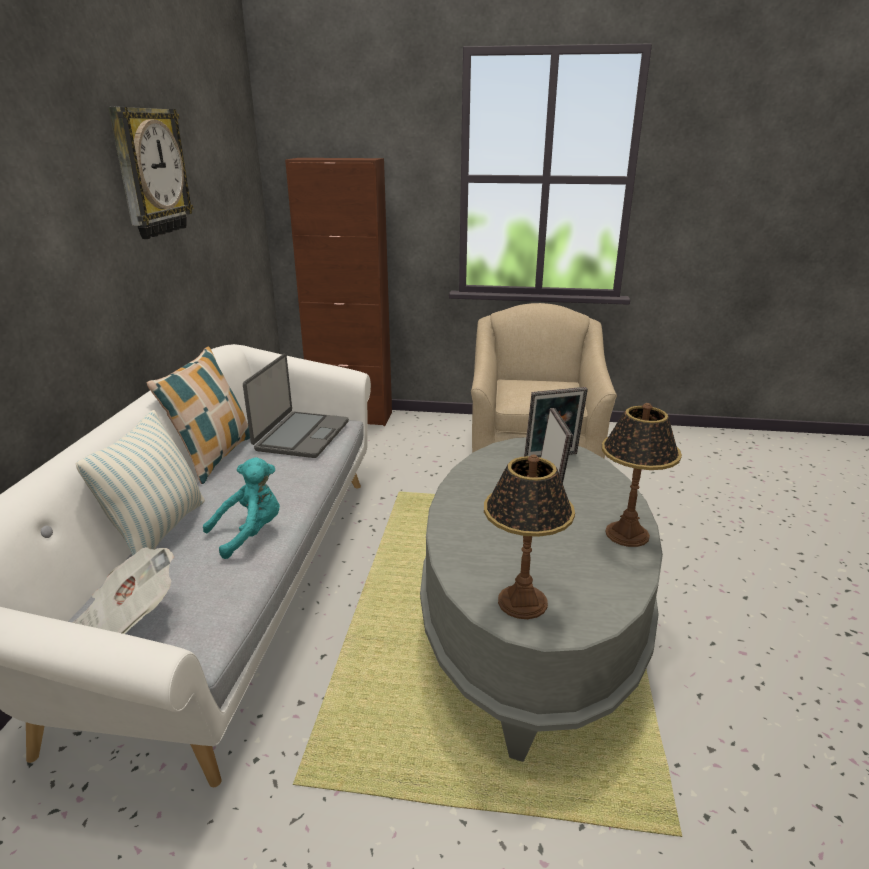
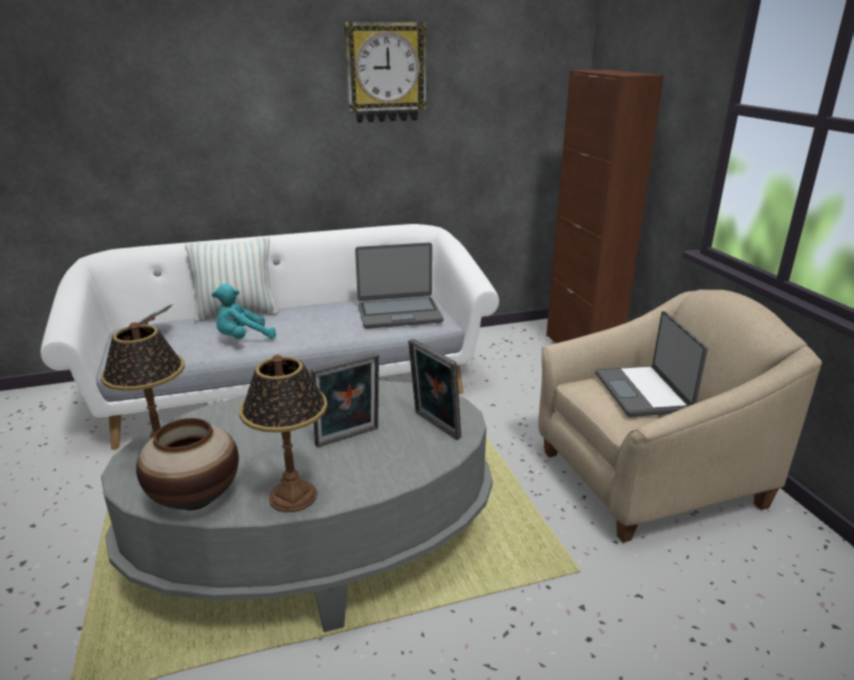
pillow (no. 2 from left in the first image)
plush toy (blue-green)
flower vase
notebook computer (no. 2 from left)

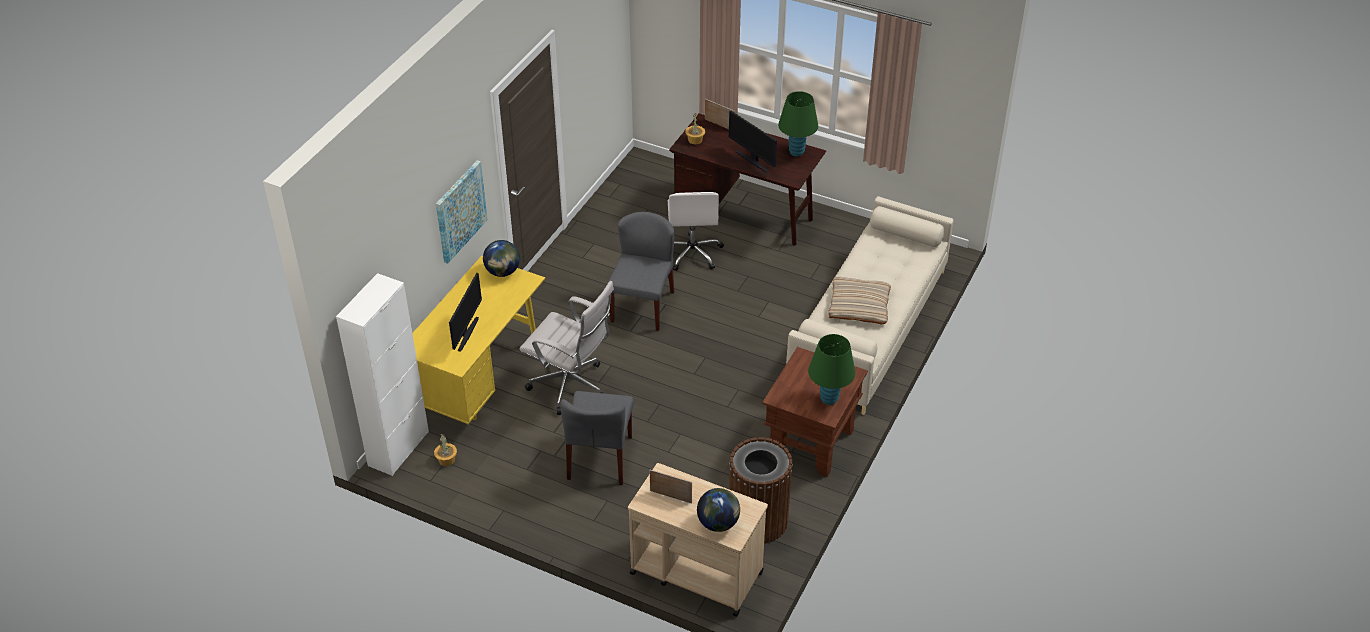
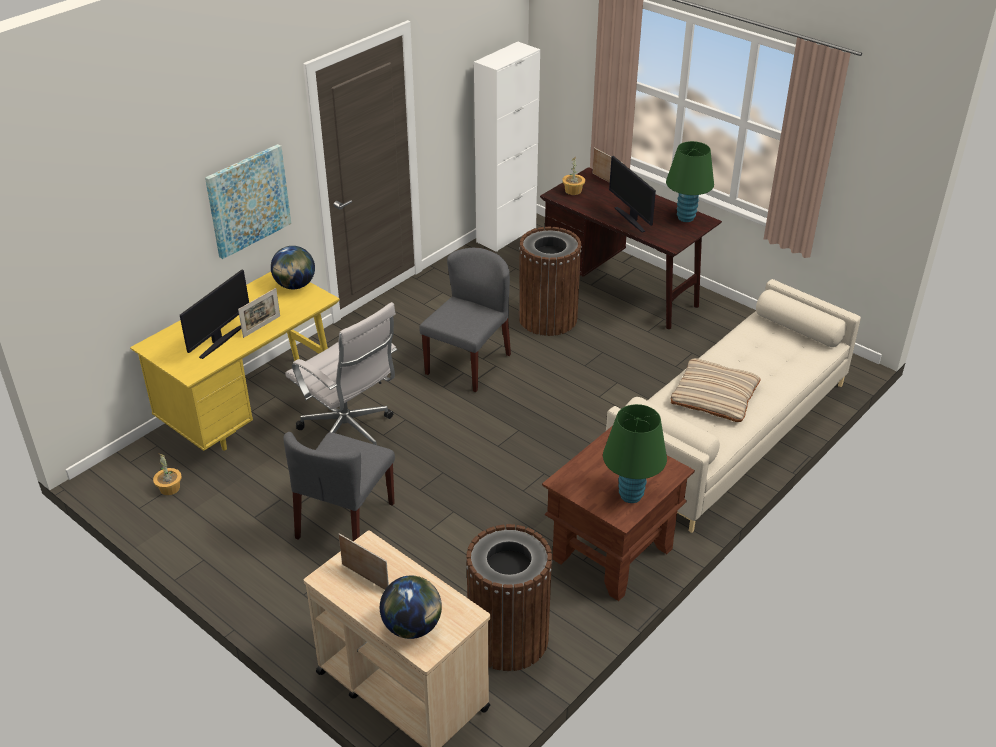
storage cabinet (white)
waste bin (brown-coloured) (no. 2 from left)
photo frame (no. 1 from left)

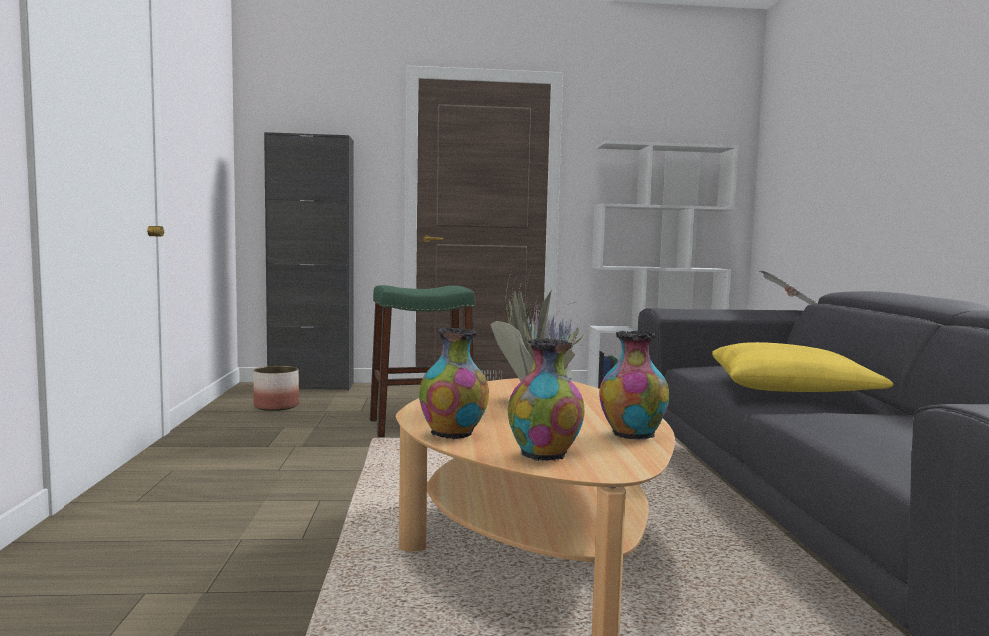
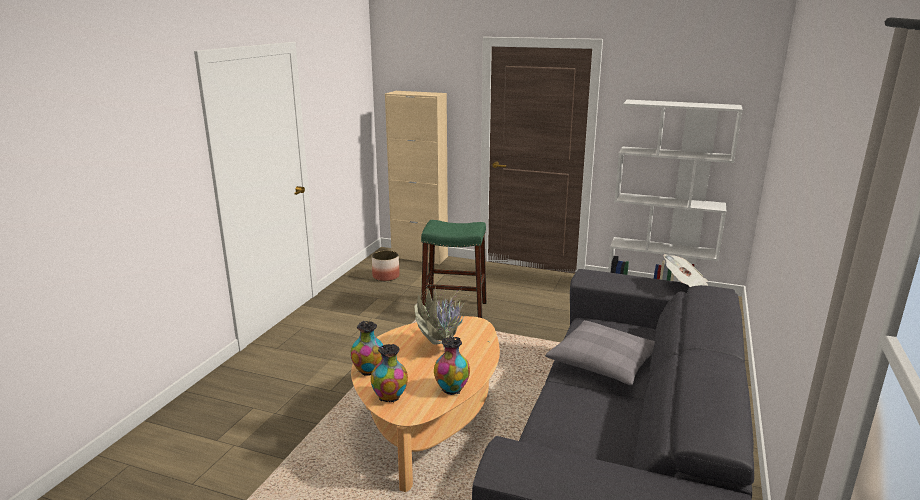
storage cabinet (beige)
pillow (greyish)

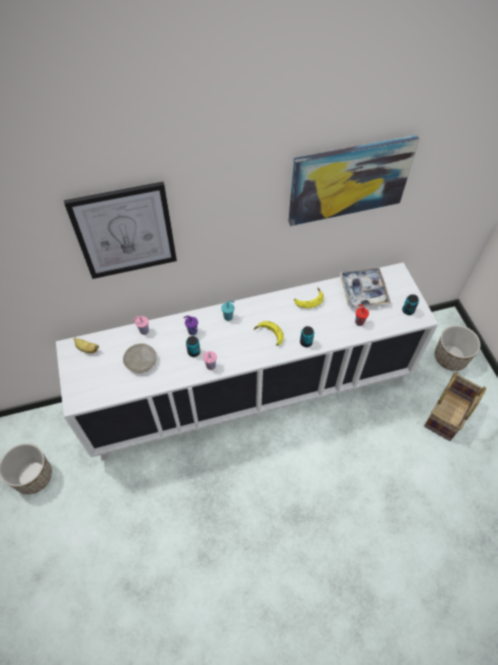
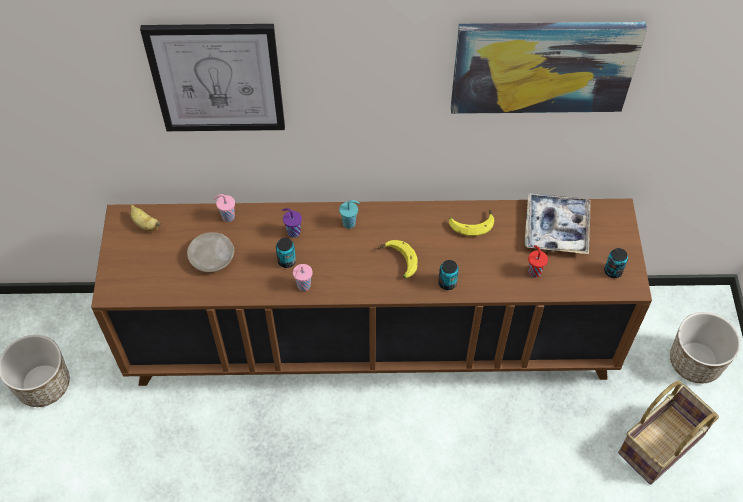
storage cabinet (brown-coloured)

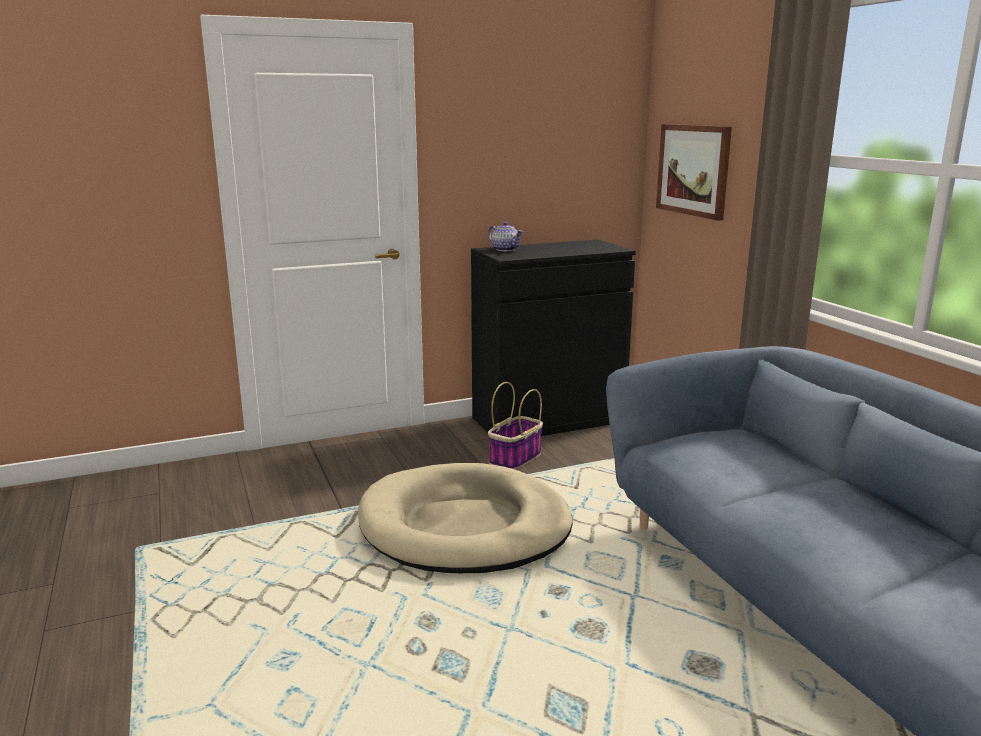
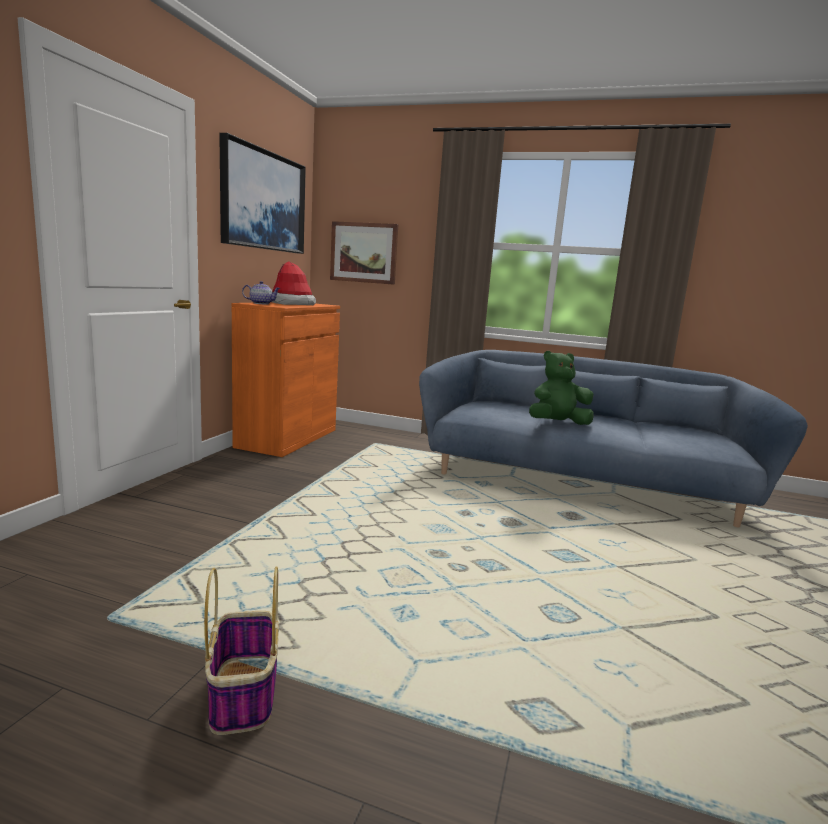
dog cushion (beige)
storage cabinet (orangey)
basket
wall picture (no. 1 from left)
hat
plush toy (greenish)

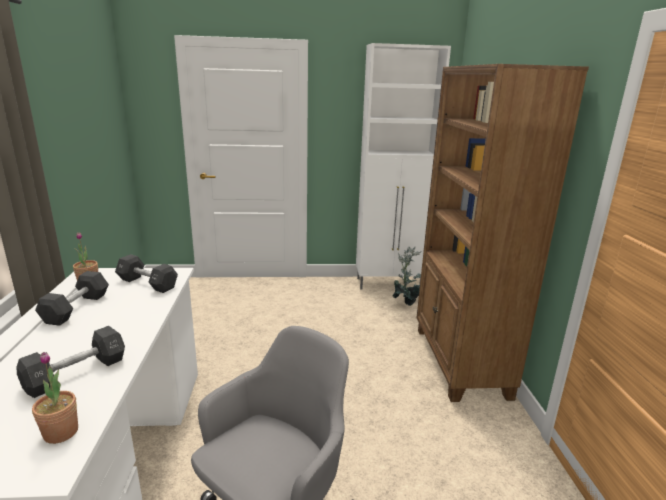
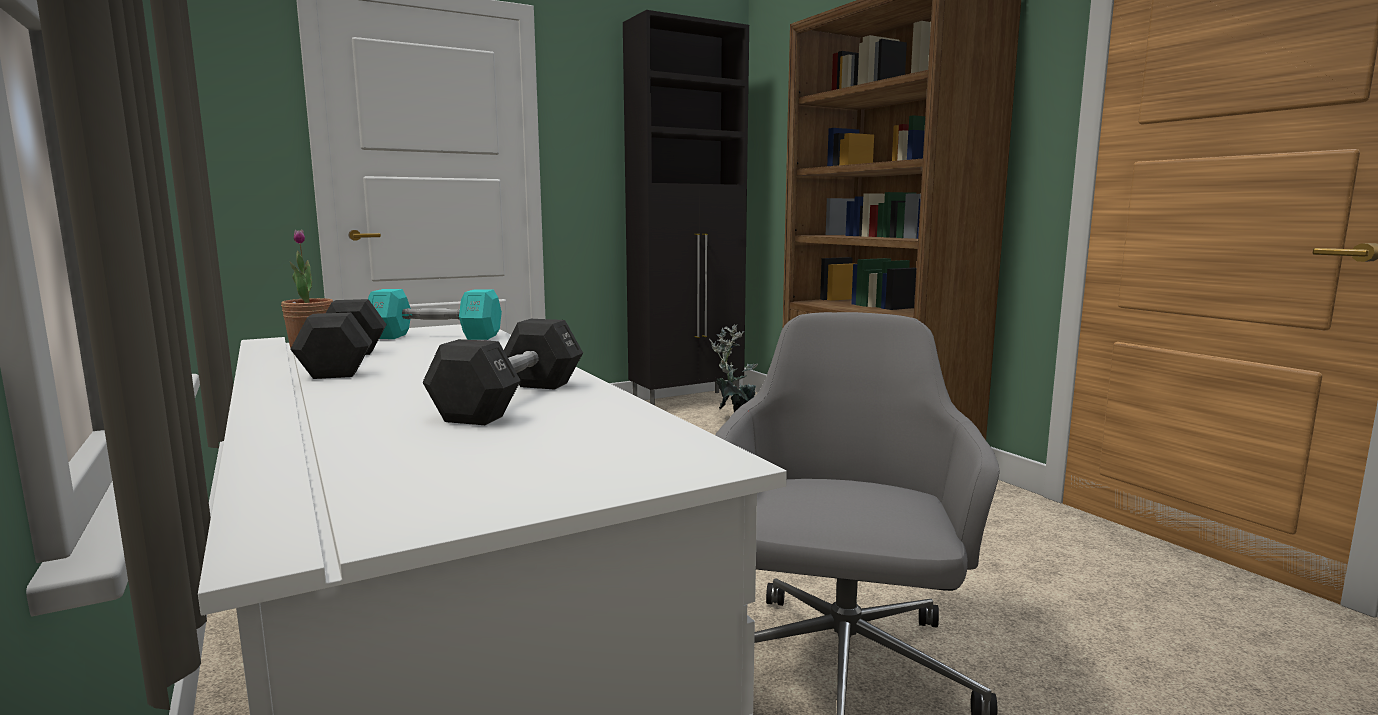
plant in a pot (no. 1 from left in the first image)
hand weight (blue-green)
storage cabinet (blackish)

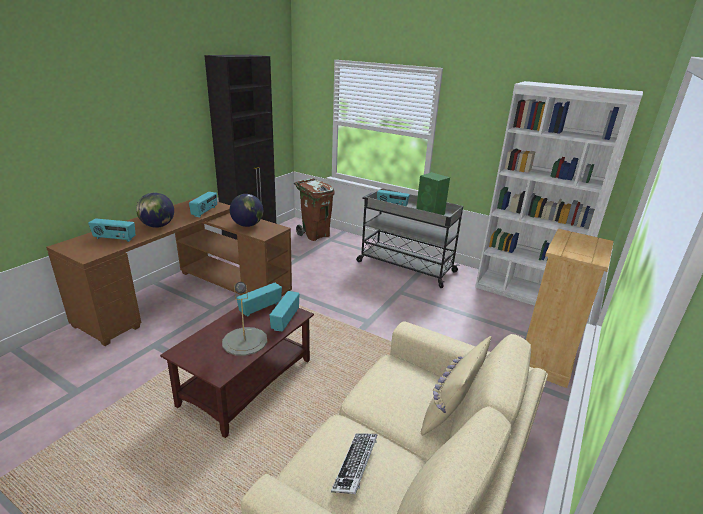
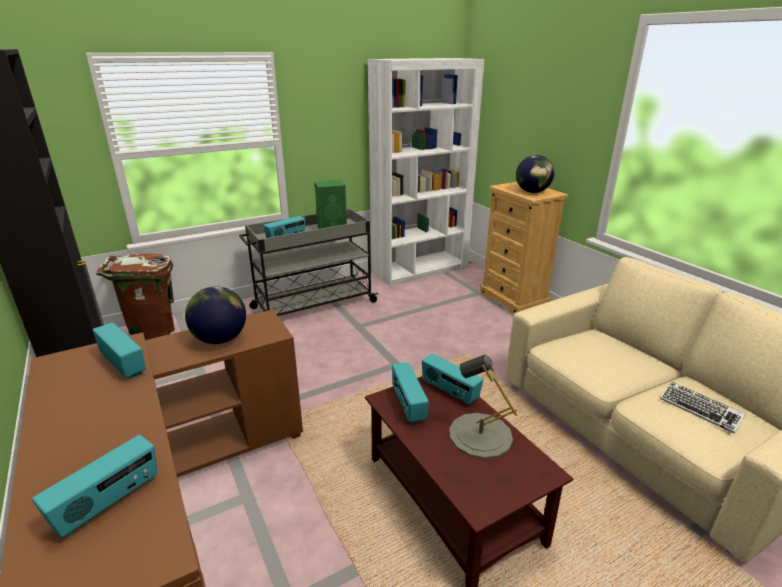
globe (no. 2 from left)
pillow (beige)

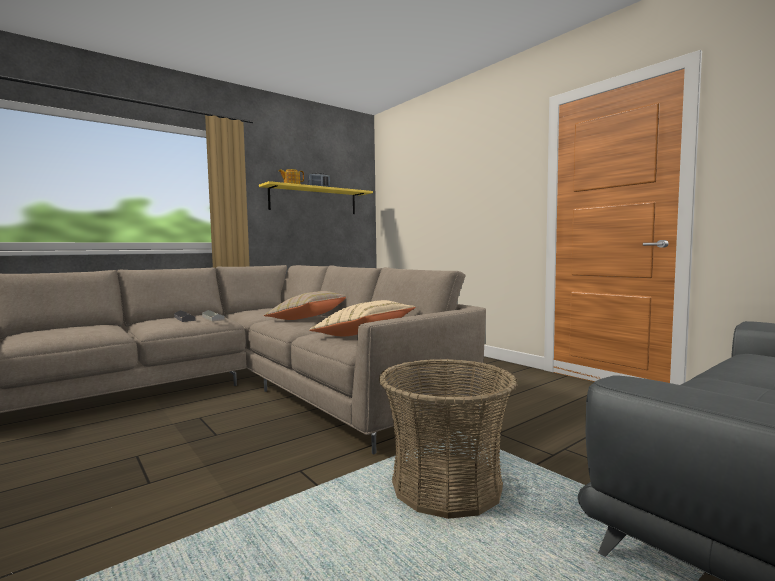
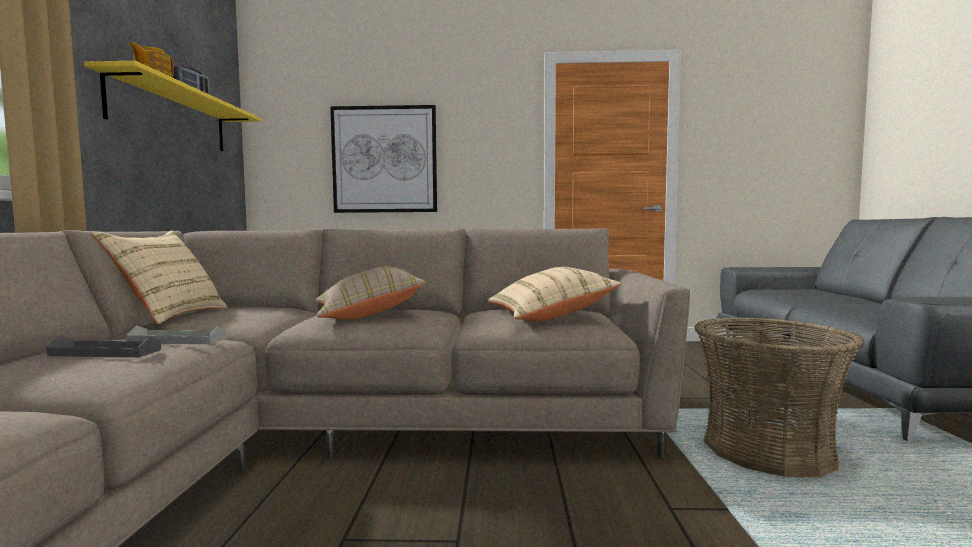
pillow (beige) (no. 1 from left)
wall picture

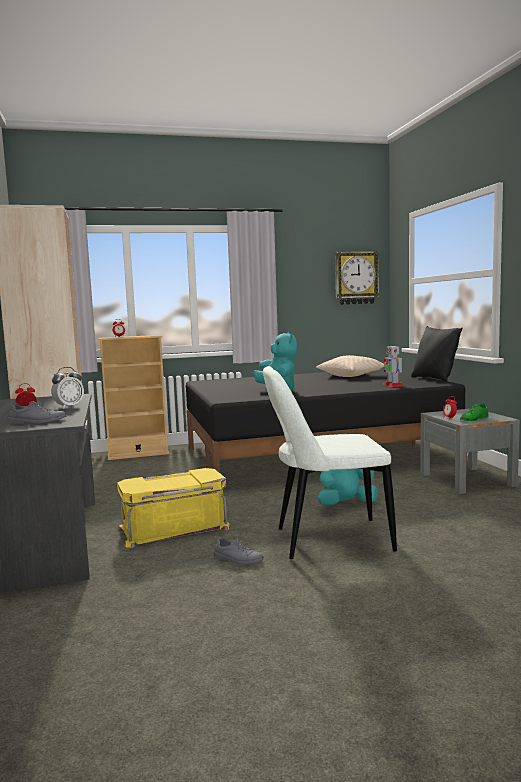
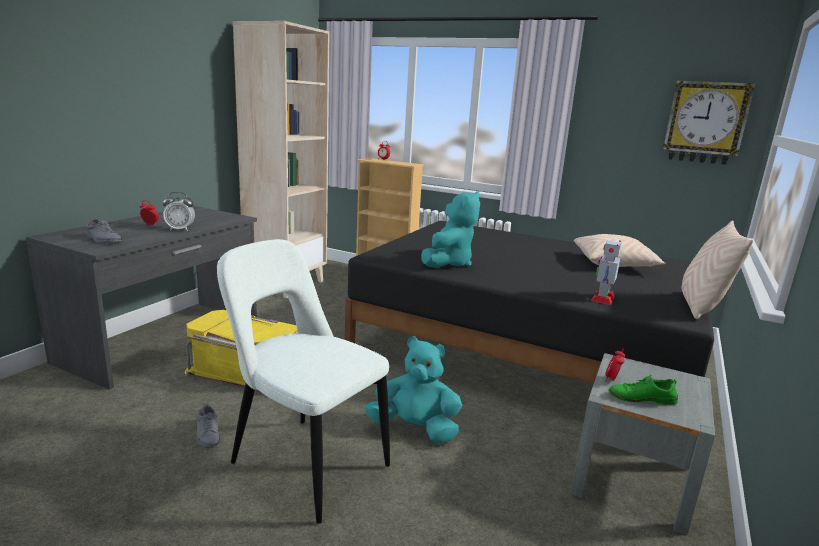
pillow (beige) (no. 2 from left)

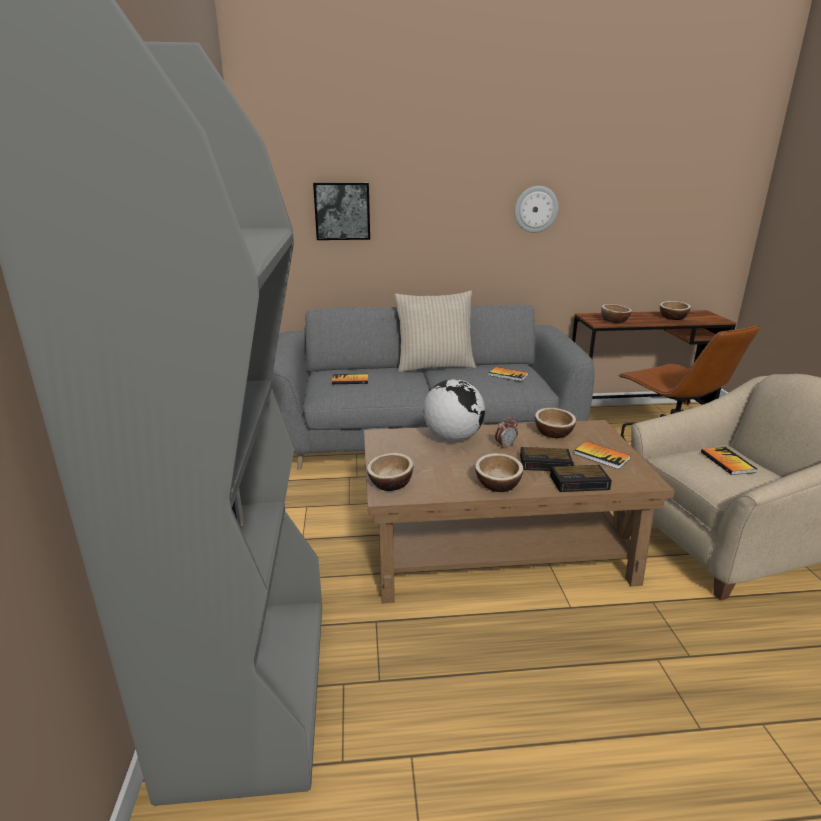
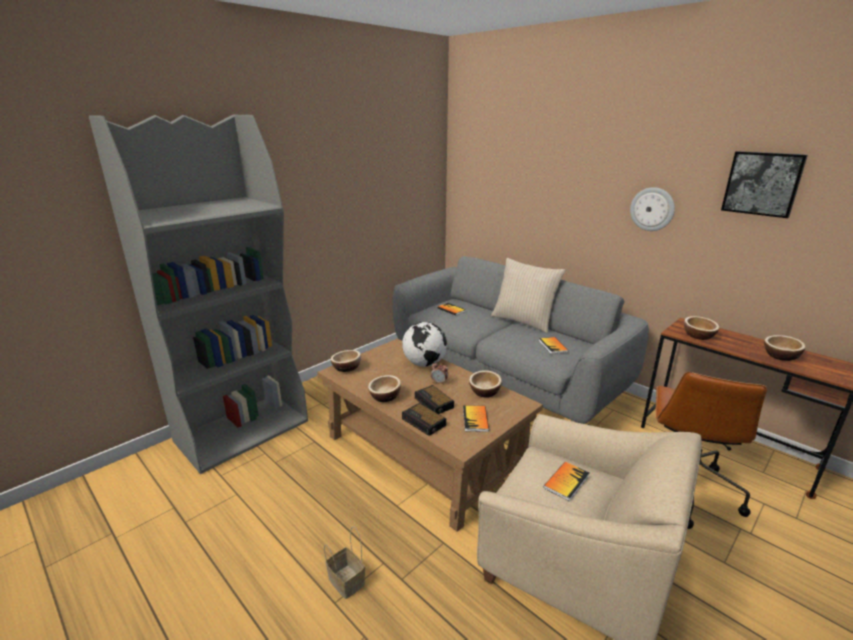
wall picture
basket

